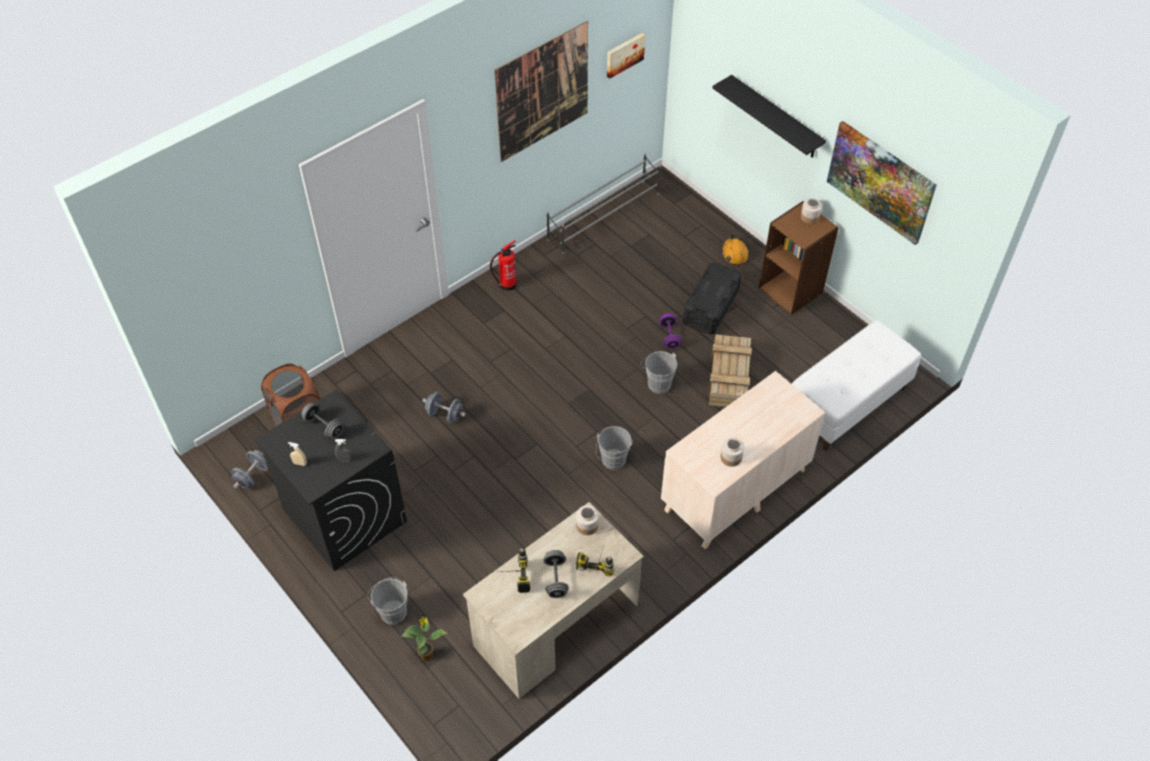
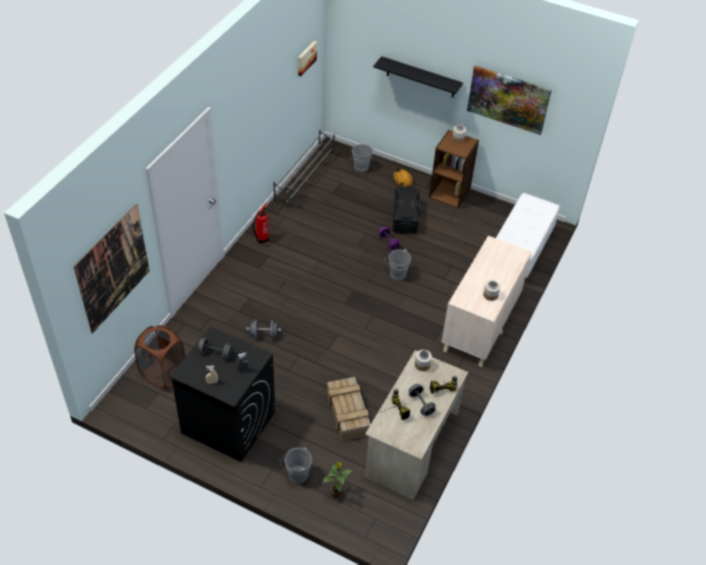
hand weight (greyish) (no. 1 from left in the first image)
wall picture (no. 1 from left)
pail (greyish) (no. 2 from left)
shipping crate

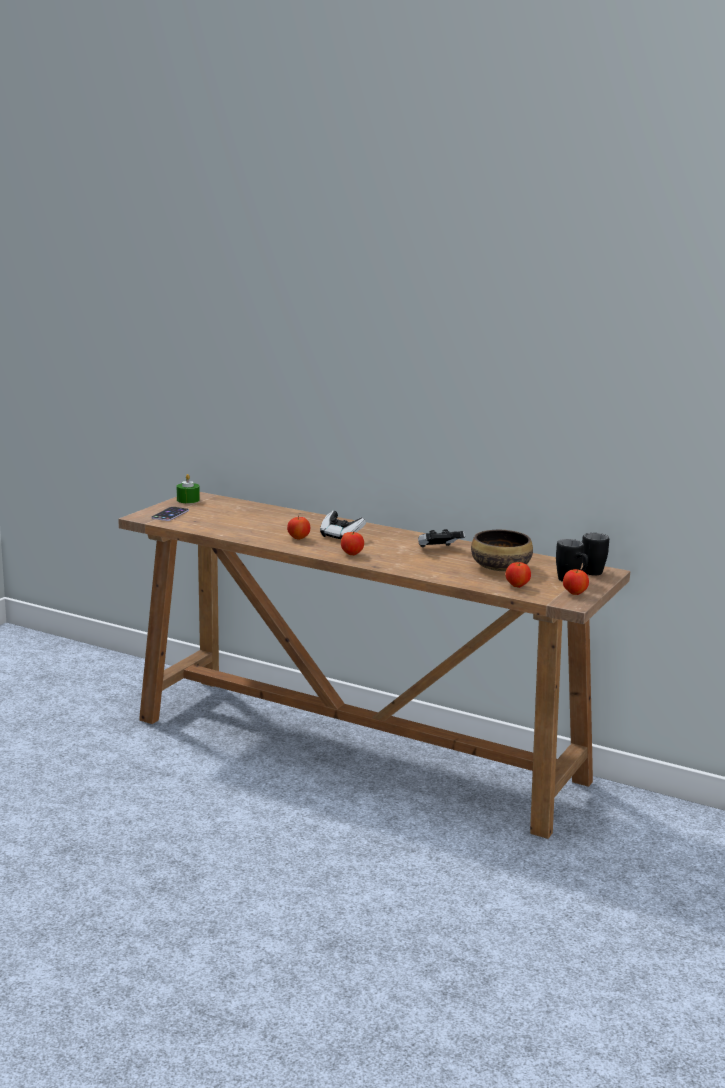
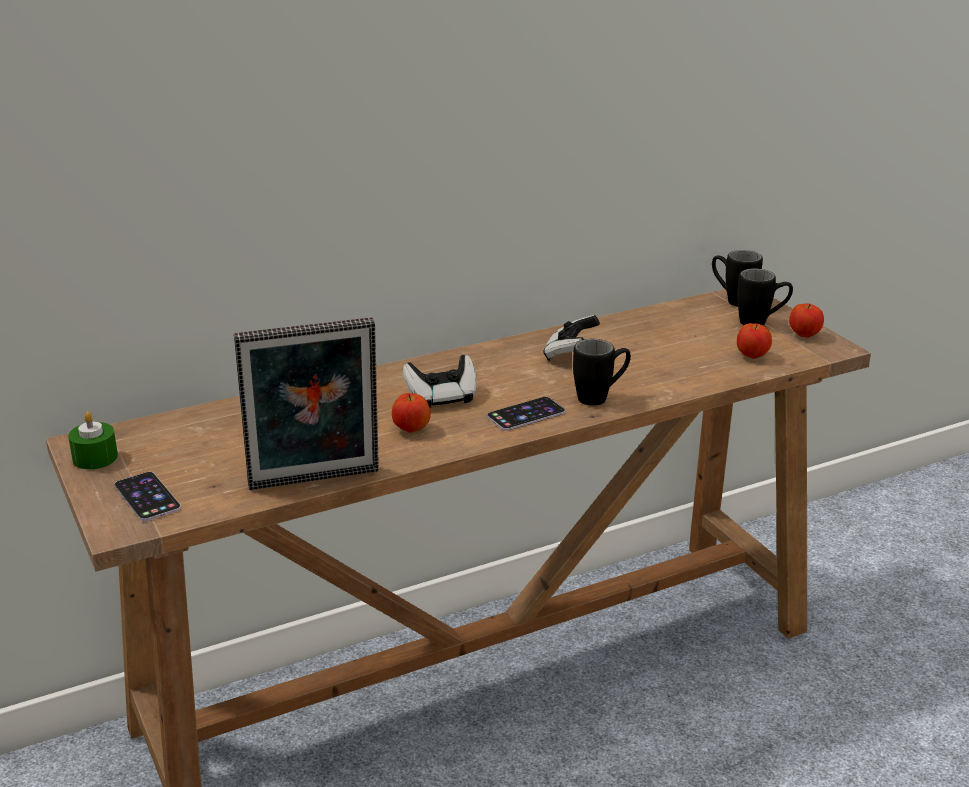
phone (no. 2 from left)
serving bowl
photo frame
coffee mug (blackish) (no. 1 from left)

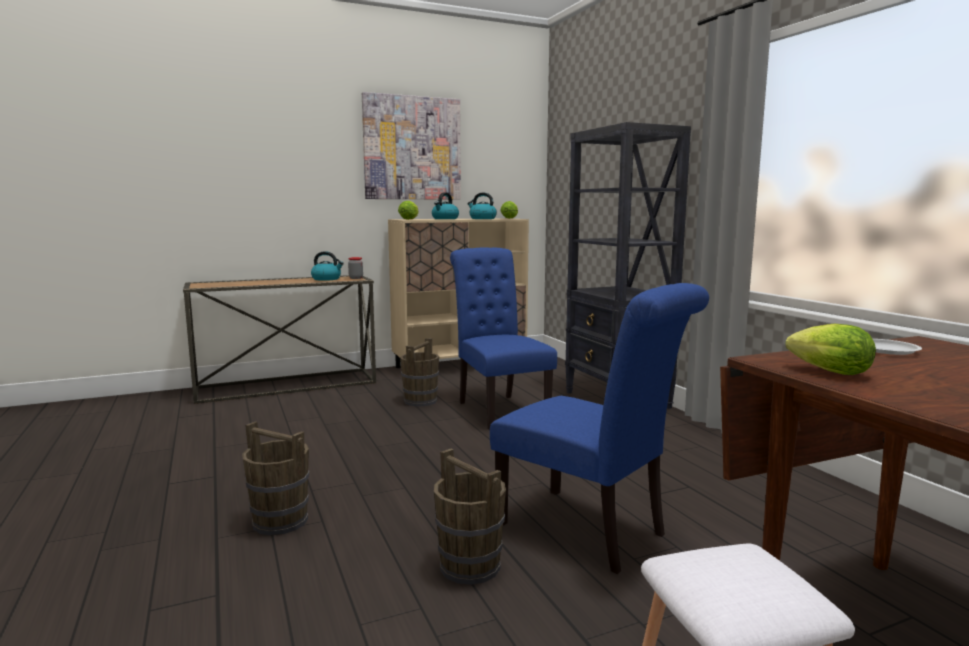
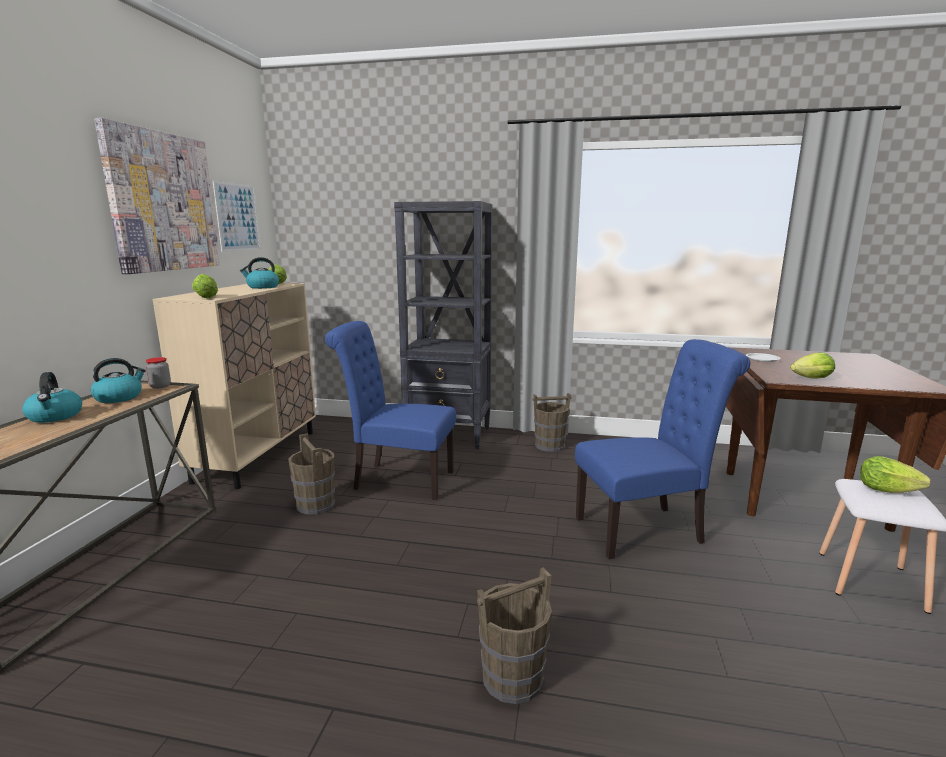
water kettle (no. 1 from left)
pail (brown-coloured) (no. 3 from left)
wall picture (no. 2 from left)
head of lettuce (no. 4 from left)

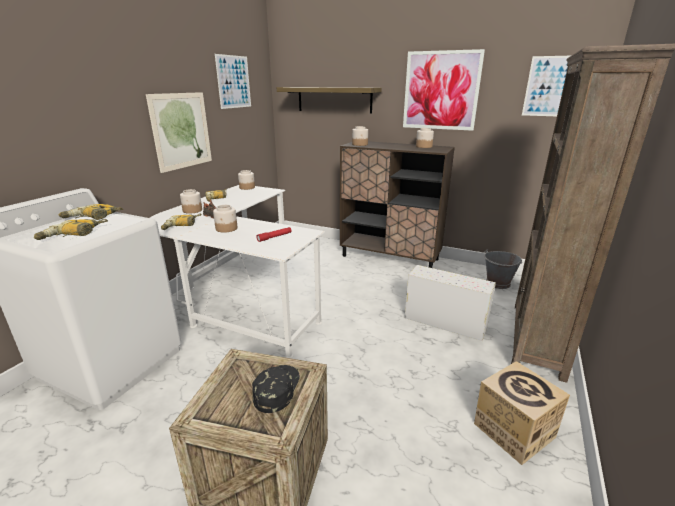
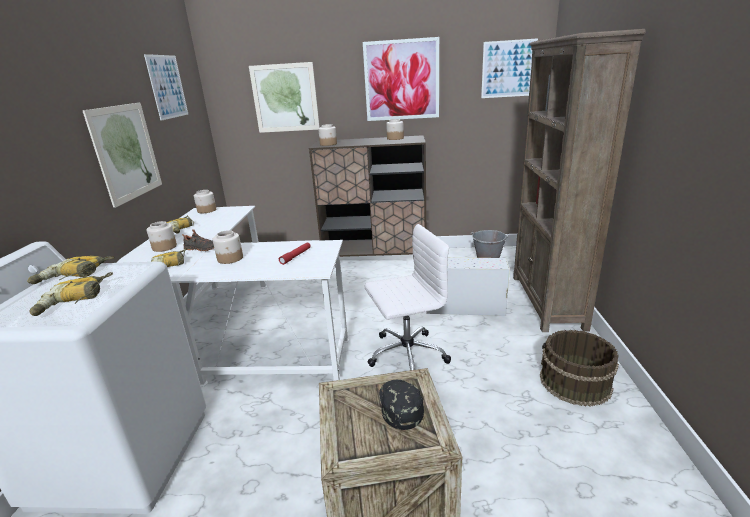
wall picture (no. 3 from left)
pail (brown-coloured)
computer chair (white)

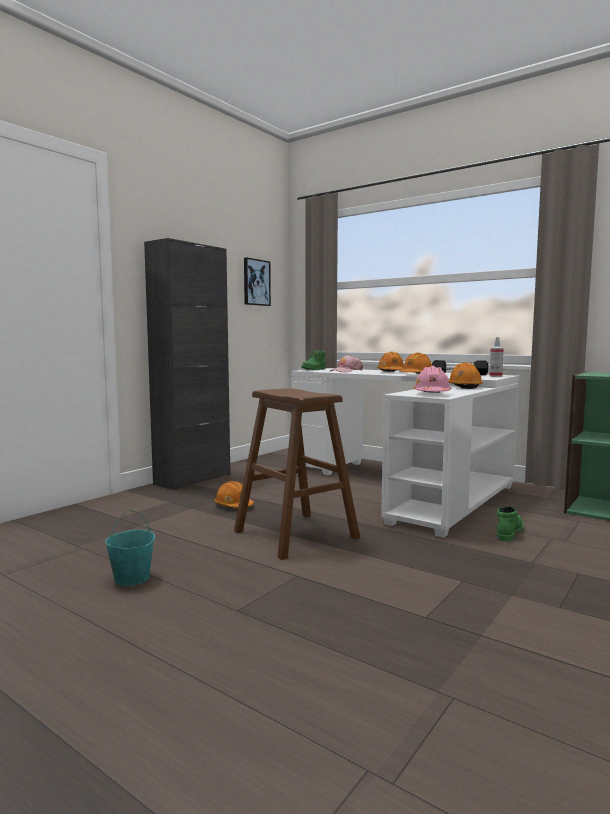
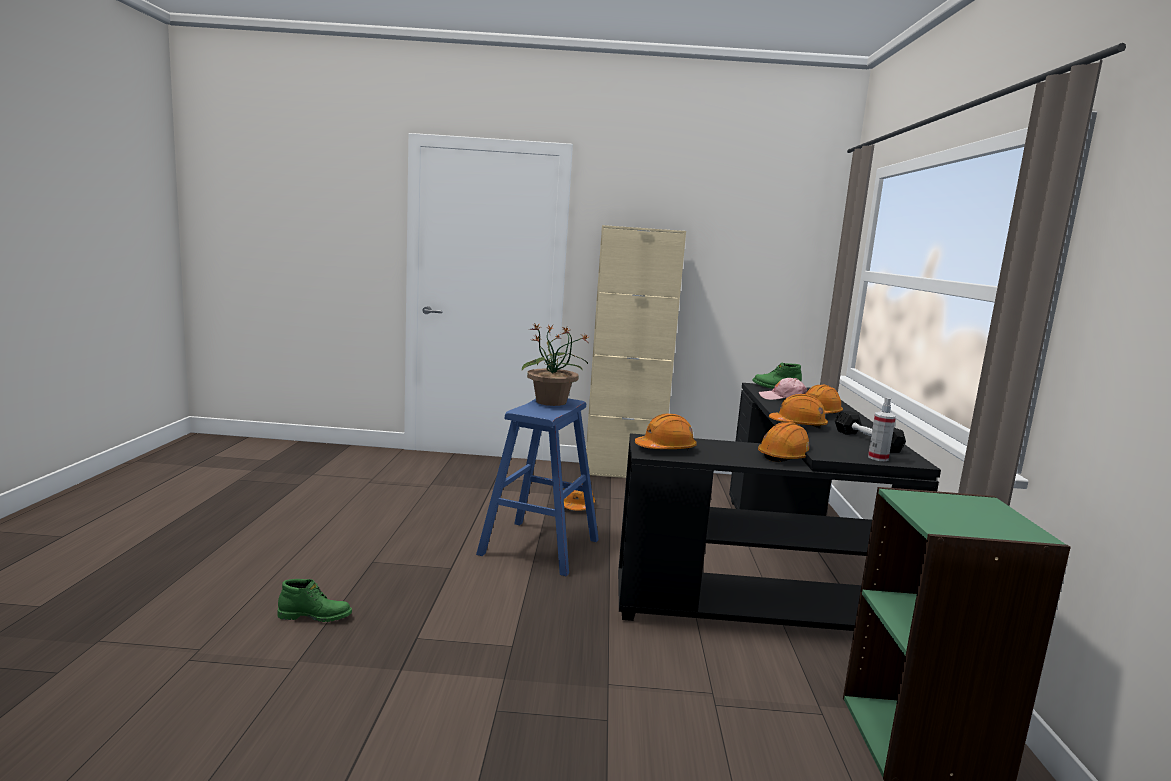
pail (blue-green)
storage cabinet (beige)
stool (blue-coloured)
wall picture
desk (blackish)
work helmet (orangey) (no. 2 from left)
tall boot (greenish) (no. 1 from left)
plant in a pot

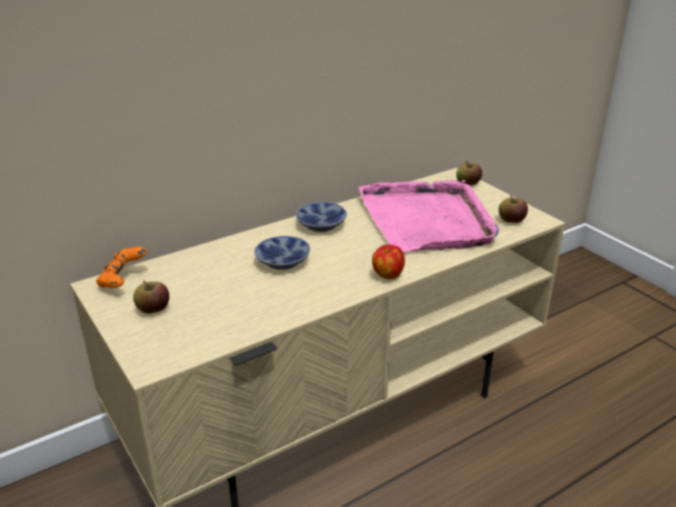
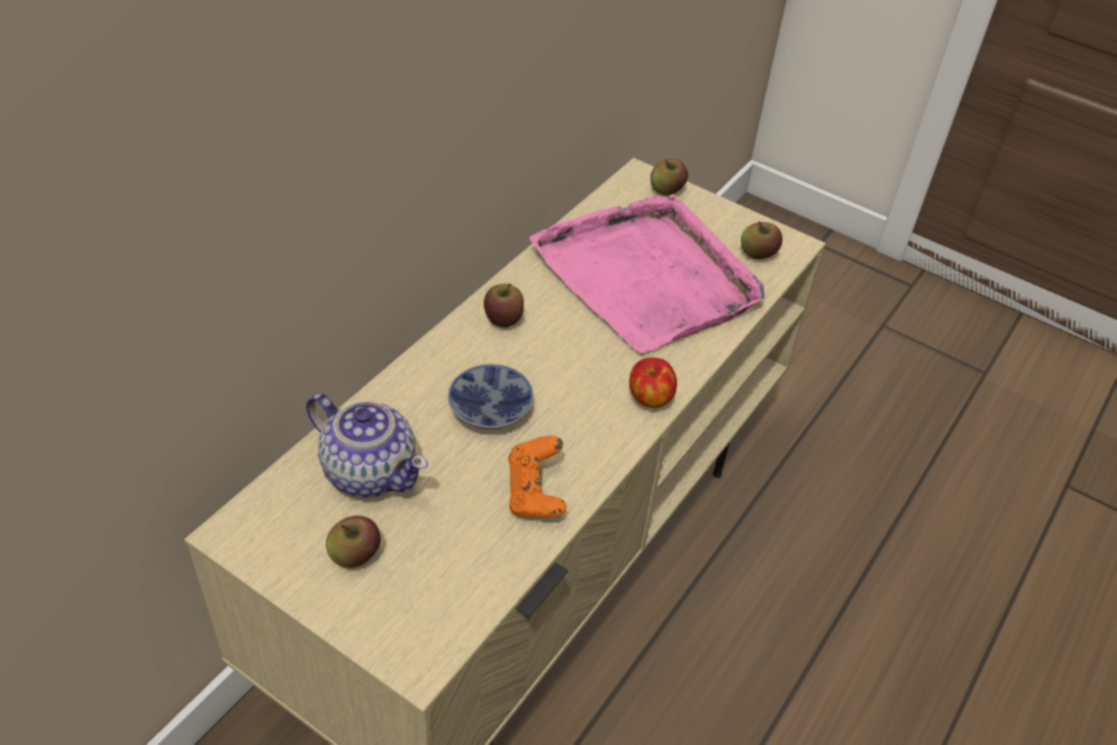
game controller (orangey)
apple fruit (no. 2 from left)
teapot

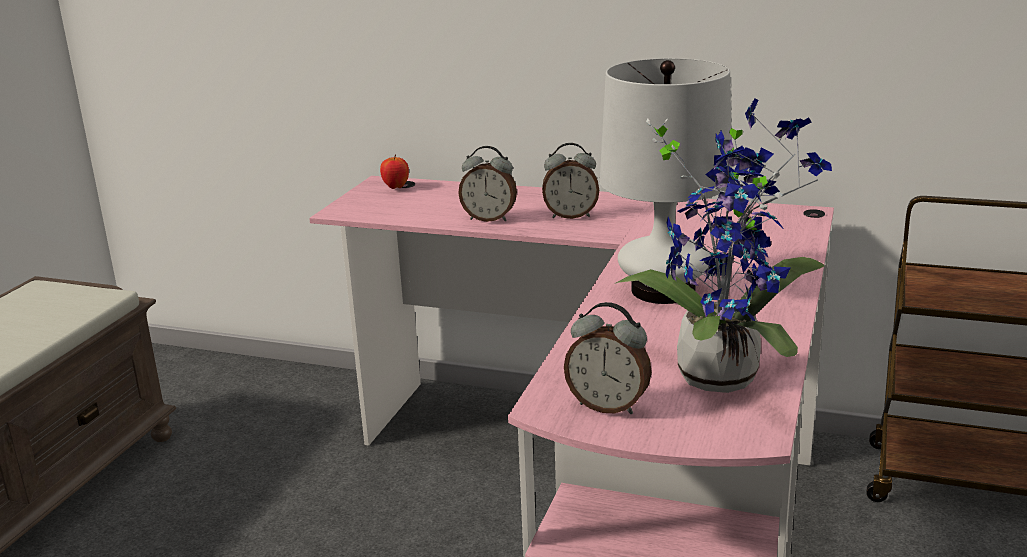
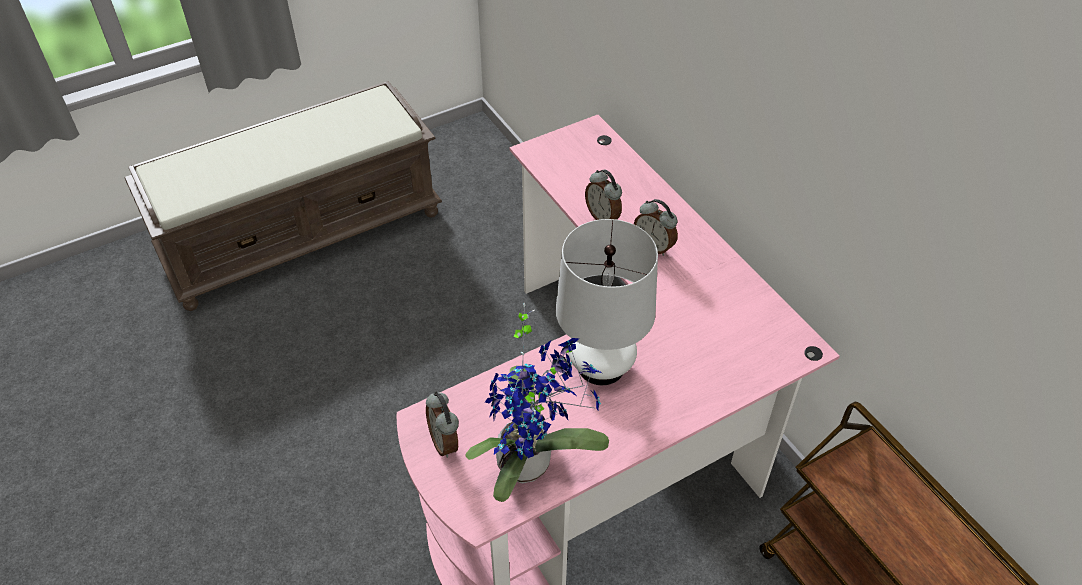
apple fruit

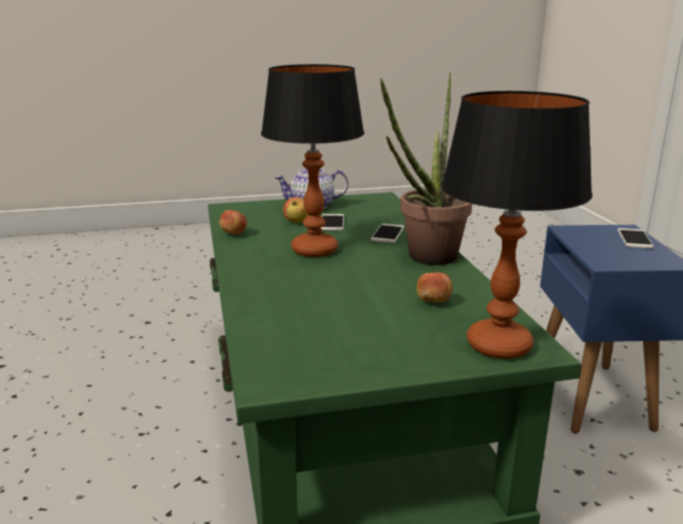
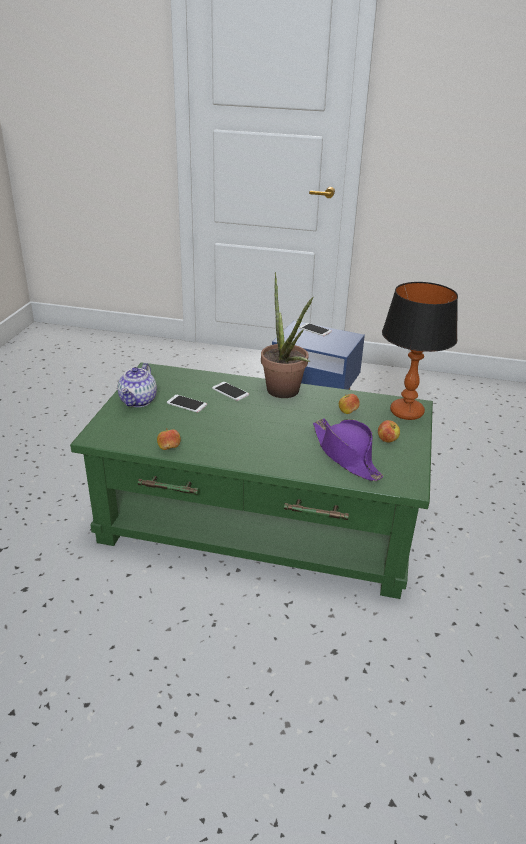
lamp for a table (no. 1 from left in the first image)
apple fruit (no. 3 from left)
hat (purple)

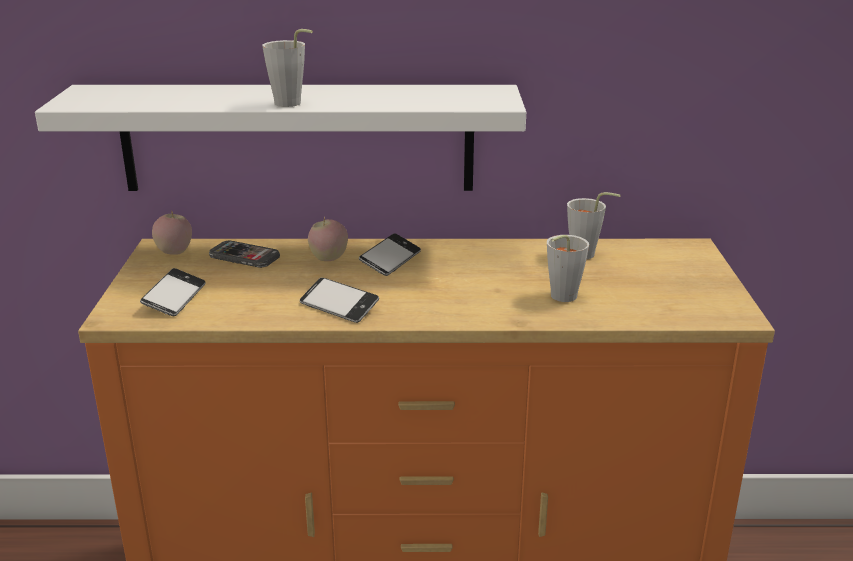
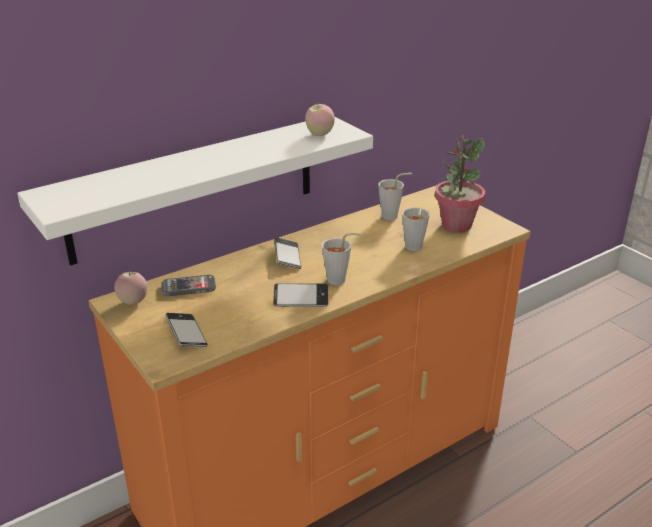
small cup (greyish) (no. 1 from left)
apple fruit (no. 2 from left)
plant in a pot

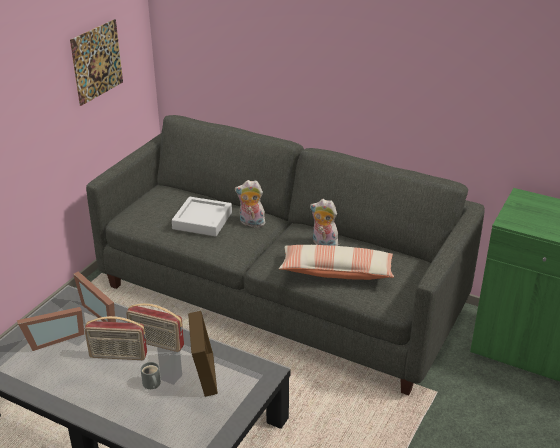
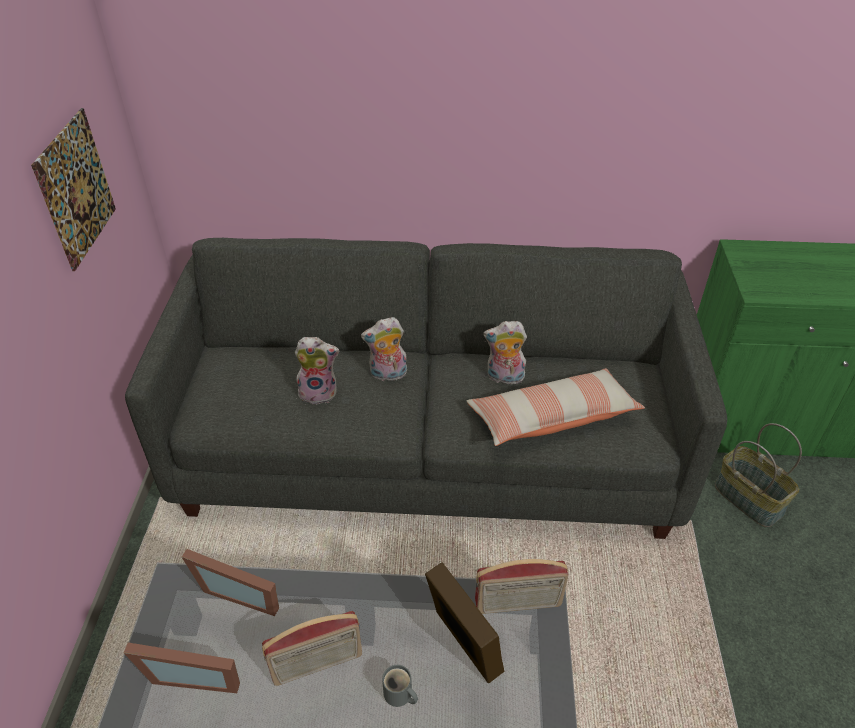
photo frame (no. 1 from left)
radio (no. 2 from left)
plush toy (no. 1 from left)
basket

